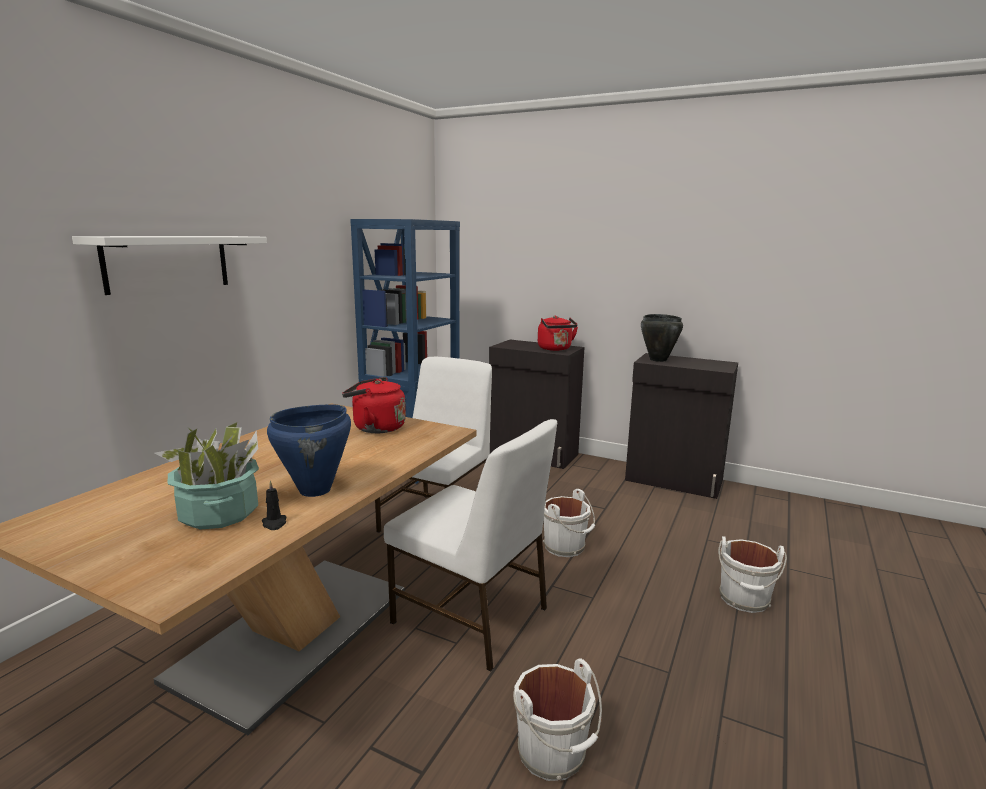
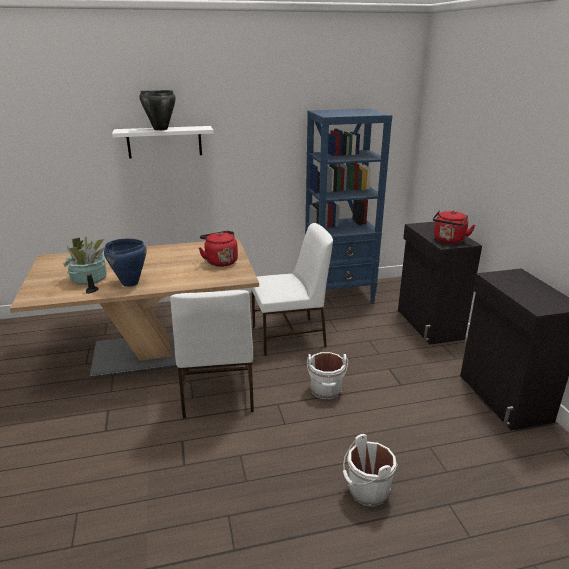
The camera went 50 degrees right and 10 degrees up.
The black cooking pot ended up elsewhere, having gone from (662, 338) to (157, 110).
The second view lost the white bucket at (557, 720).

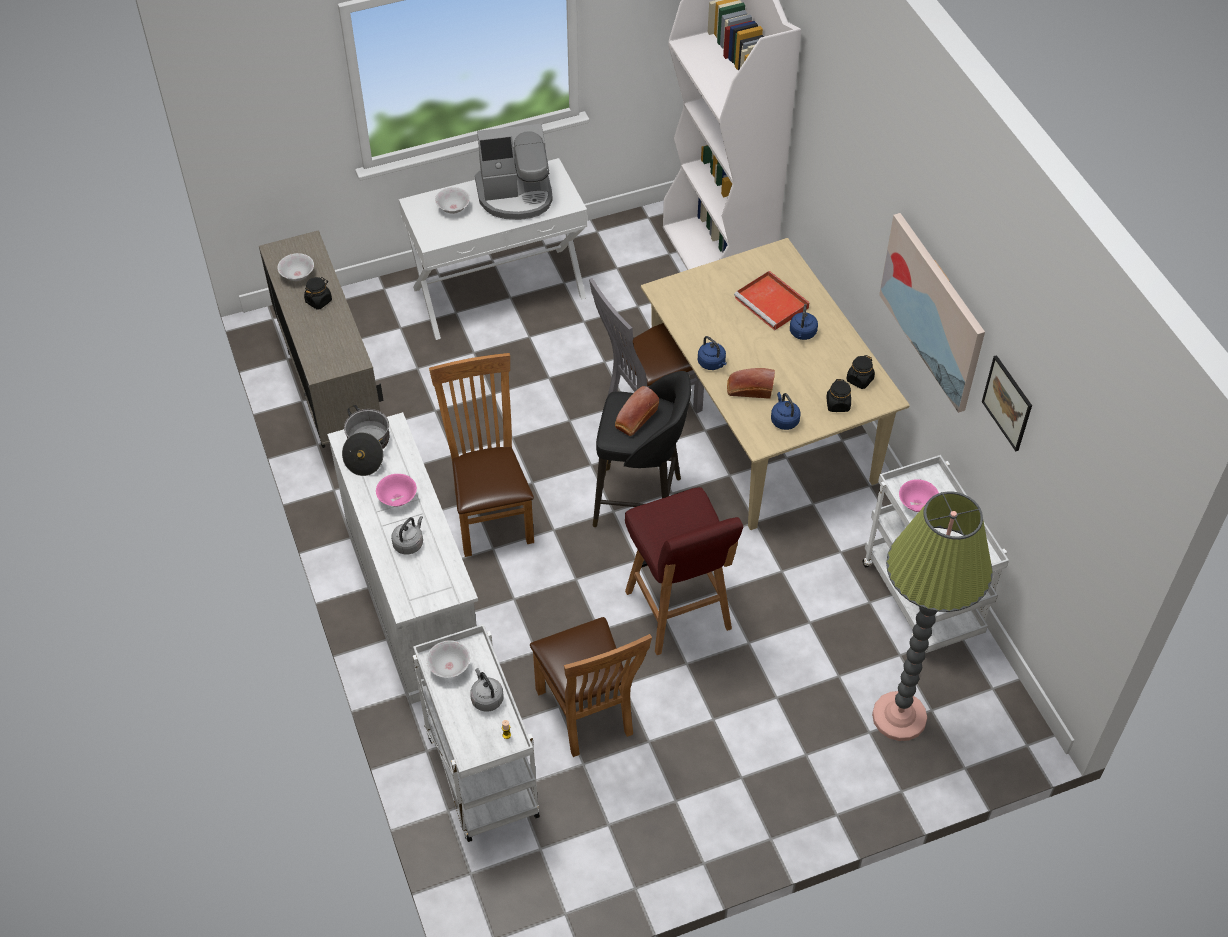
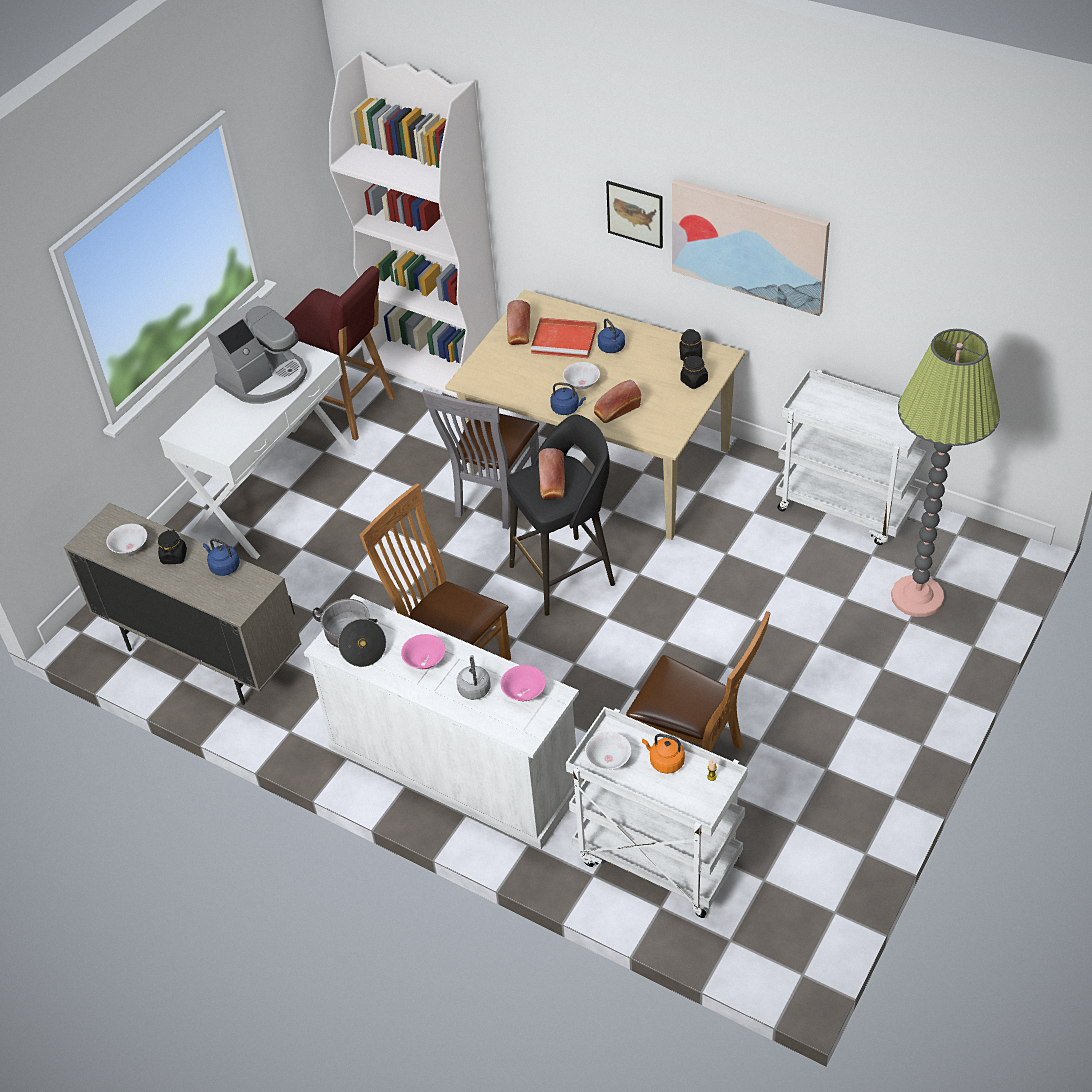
The camera went 35 degrees left and 5 degrees down.
The blue kettle ended up elsewhere, having gone from (785, 411) to (221, 557).
The red stool ended up elsewhere, having gone from (684, 571) to (340, 353).
The pink bowl ended up elsewhere, having gone from (919, 495) to (523, 683).
The second view gained the bread at (518, 322).
The white bowl ended up elsewhere, having gone from (452, 200) to (581, 376).
The picture ended up elsewhere, having gone from (1007, 403) to (634, 215).
What was the grey kettle at (487, 690) turned into the orange kettle at (663, 754).

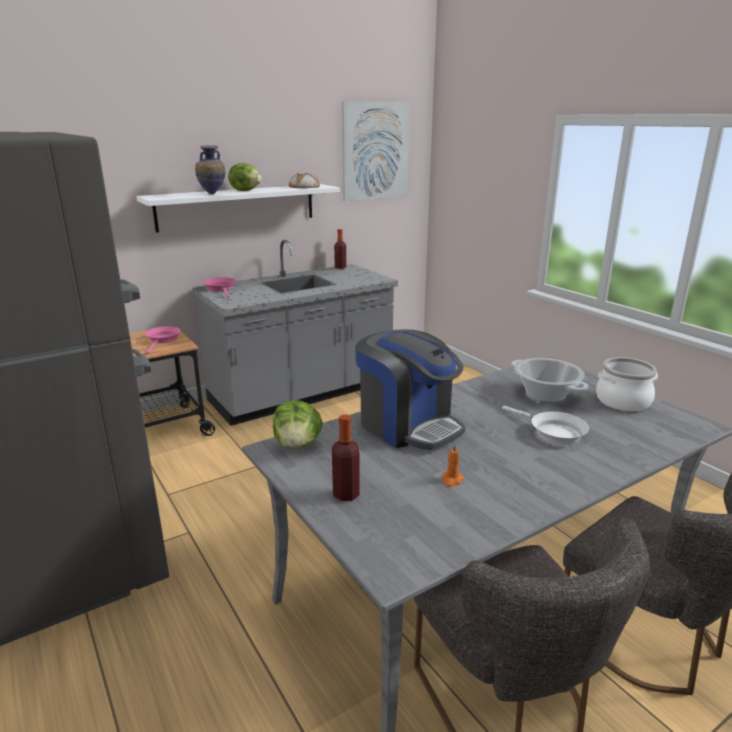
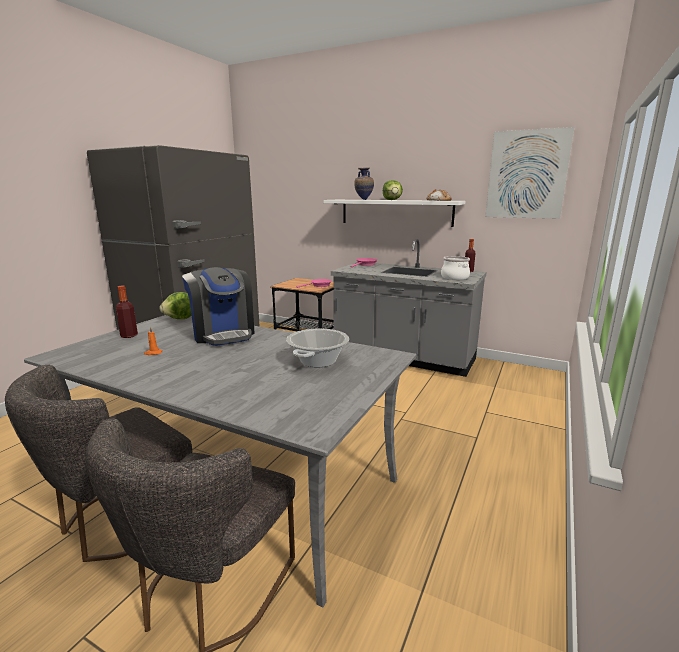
The camera went 60 degrees right and 5 degrees down.
The coffee machine at (410, 389) ended up facing another way, 45 degrees counterclockwise from before.
The cooking pot ended up elsewhere, having gone from (627, 384) to (455, 268).
The second view lost the white frying pan at (545, 425).

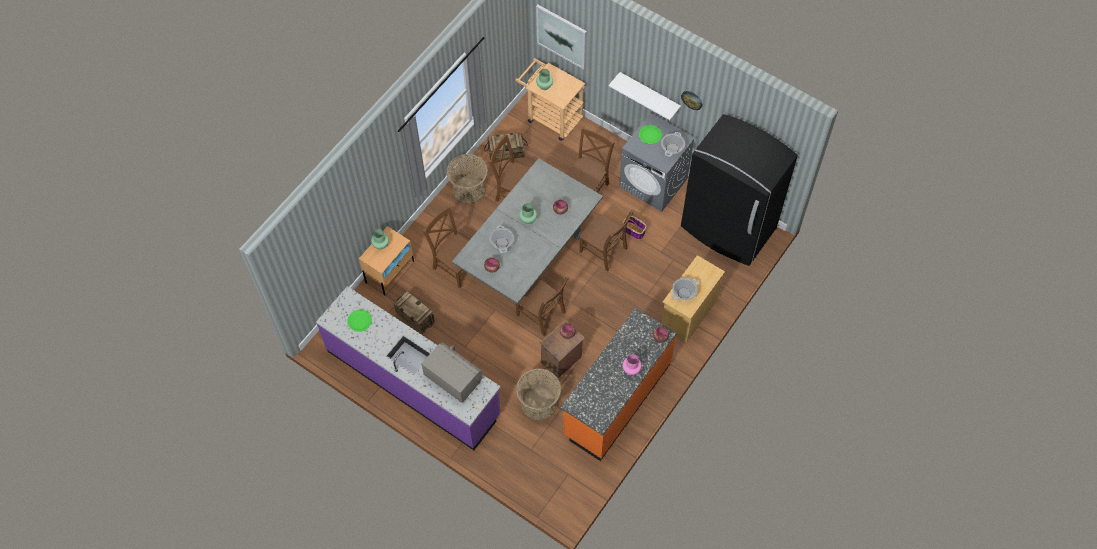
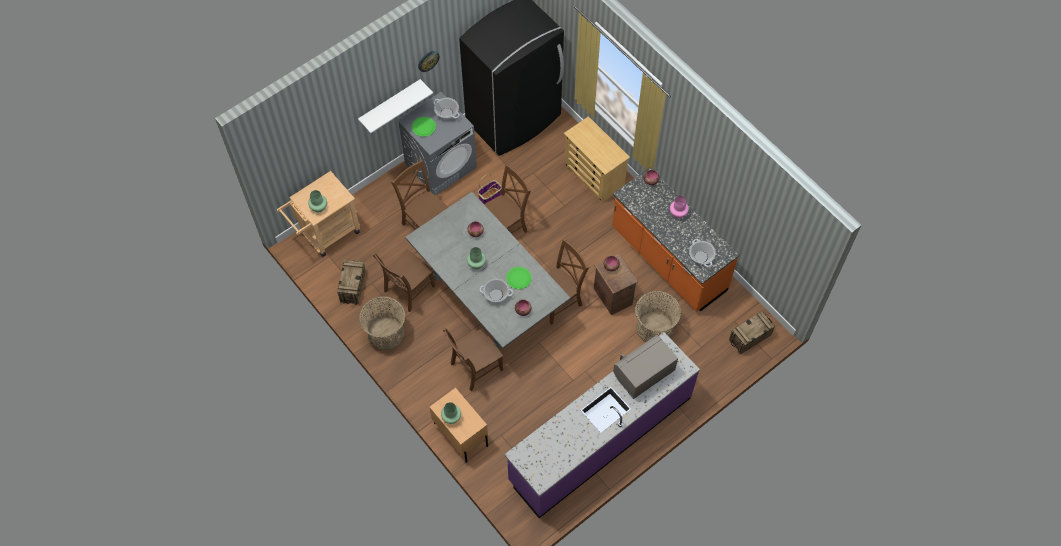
The camera went 75 degrees left and 0 degrees up.
The green plate ended up elsewhere, having gone from (359, 321) to (519, 278).
The cooking pot ended up elsewhere, having gone from (684, 289) to (702, 253).
The crate ended up elsewhere, having gone from (414, 312) to (752, 333).
The second view lost the picture at (561, 37).

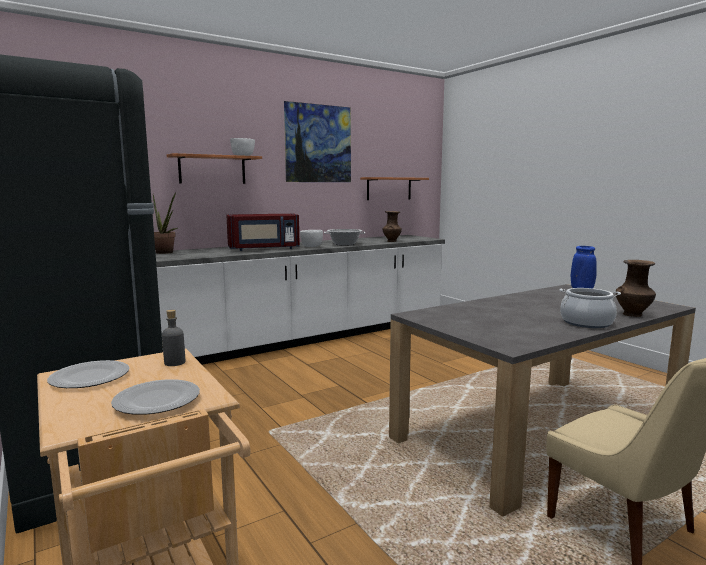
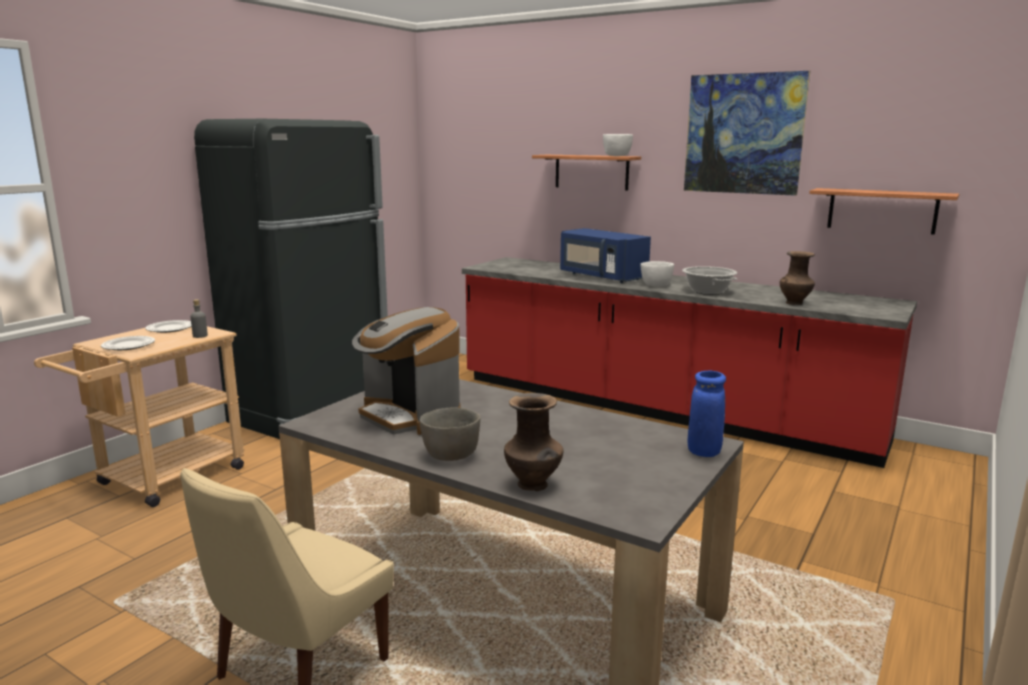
The camera went 65 degrees right and 5 degrees up.
The second view gained the coffee machine at (406, 371).
Where the cooking pot stood at (590, 308), the grey bowl came to stand at (450, 434).
What was the white counter at (300, 300) turned into the red counter at (689, 362).
What was the red microwave at (263, 232) turned into the blue microwave at (605, 255).
The second view lost the potted plant at (165, 223).

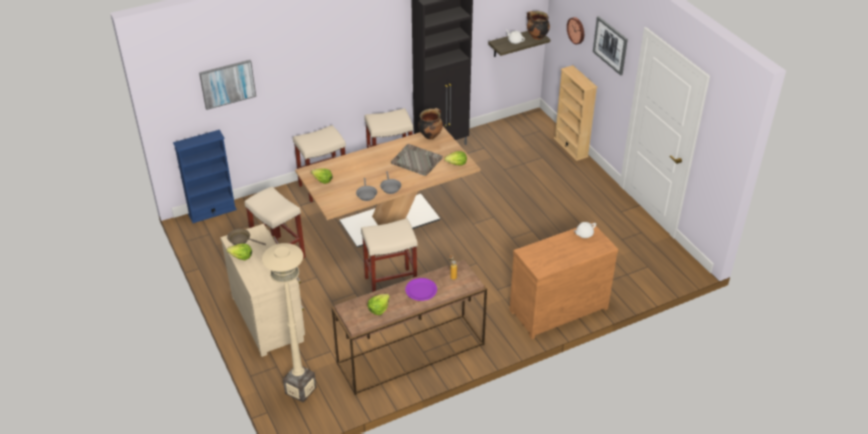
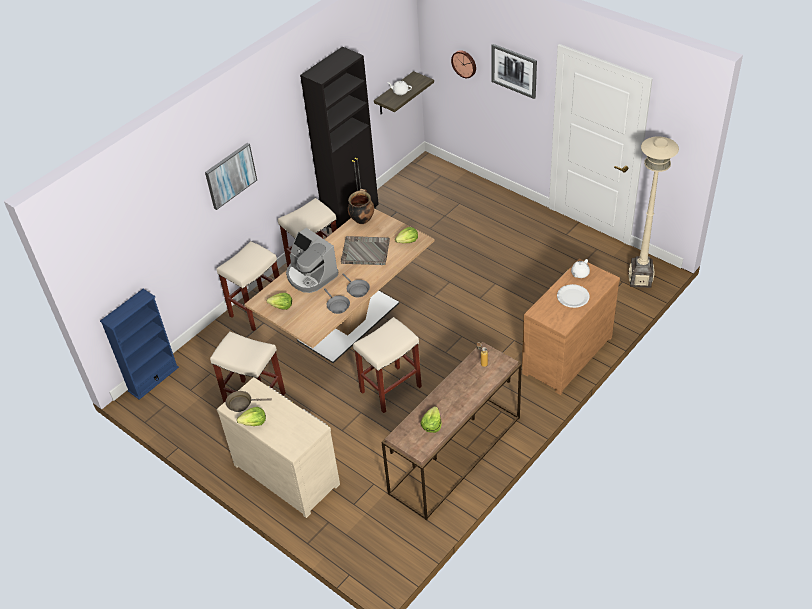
The camera went 20 degrees left and 5 degrees up.
The picture ended up elsewhere, having gone from (227, 85) to (231, 176).
The second view gained the coffee machine at (312, 260).
The second view gained the white plate at (573, 296).
The beige floor lamp ended up elsewhere, having gone from (289, 323) to (653, 212).
The second view lost the purple plate at (421, 289).
The second view lost the cooking pot at (538, 25).
The second view lost the beige bookcase at (575, 113).

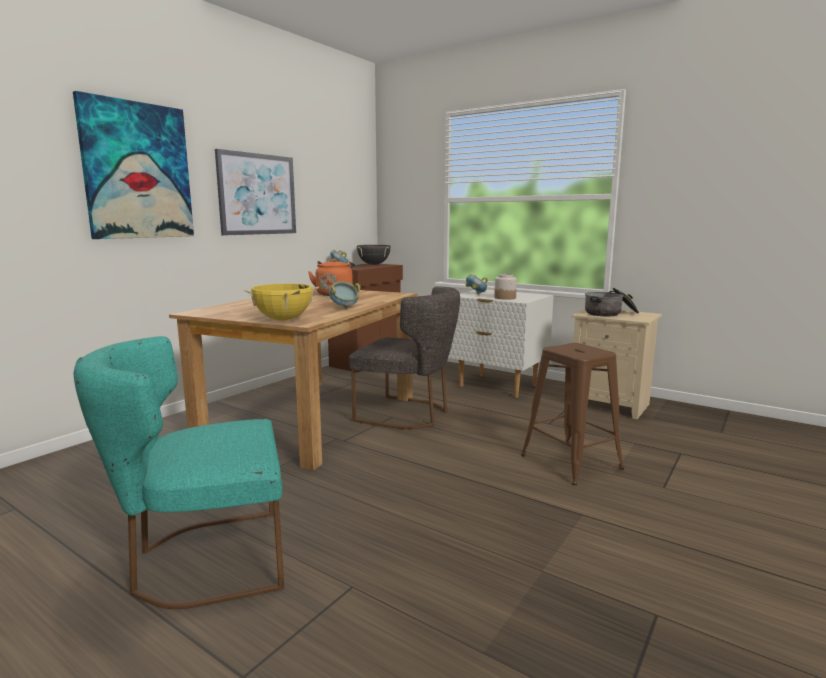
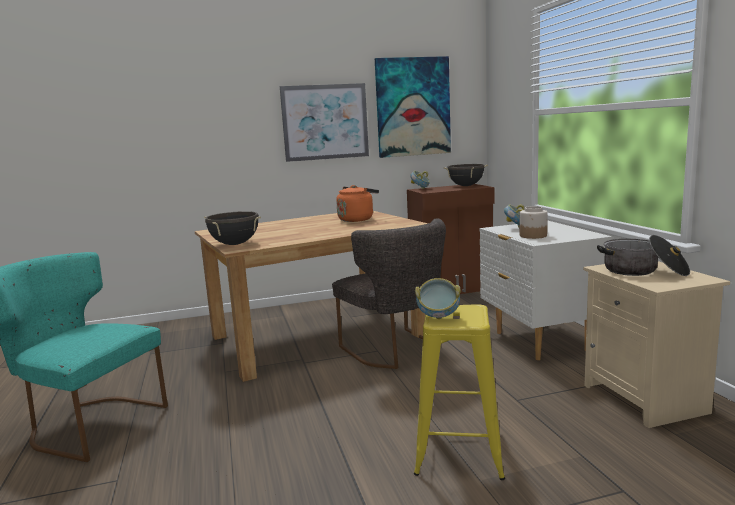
The camera went 40 degrees right and 0 degrees up.
What was the yellow cooking pot at (281, 302) turned into the black cooking pot at (232, 228).
The picture ended up elsewhere, having gone from (133, 165) to (413, 107).
What was the brown stool at (572, 414) turned into the yellow stool at (459, 392).
The bowl ended up elsewhere, having gone from (345, 294) to (438, 298).

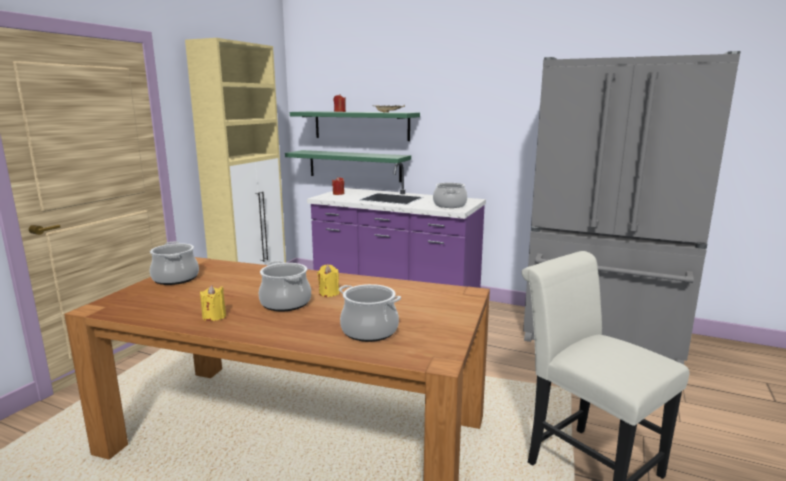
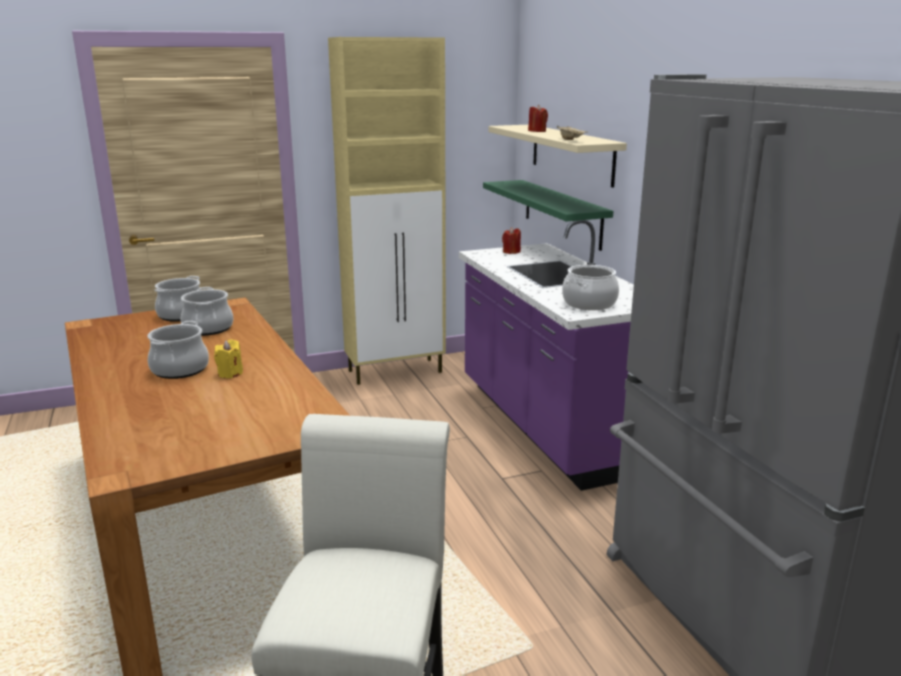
The camera went 45 degrees right and 5 degrees up.
The cooking pot ended up elsewhere, having gone from (370, 313) to (207, 311).
What was the green shelf at (355, 126) turned into the beige shelf at (558, 156).
The second view lost the yellow candle at (213, 303).

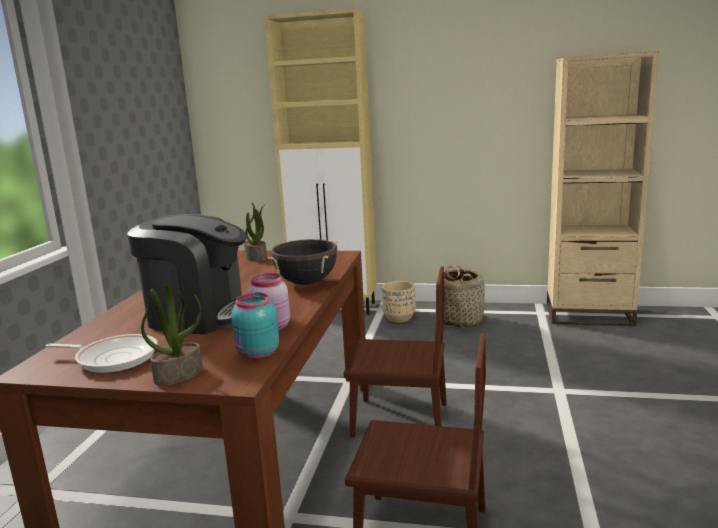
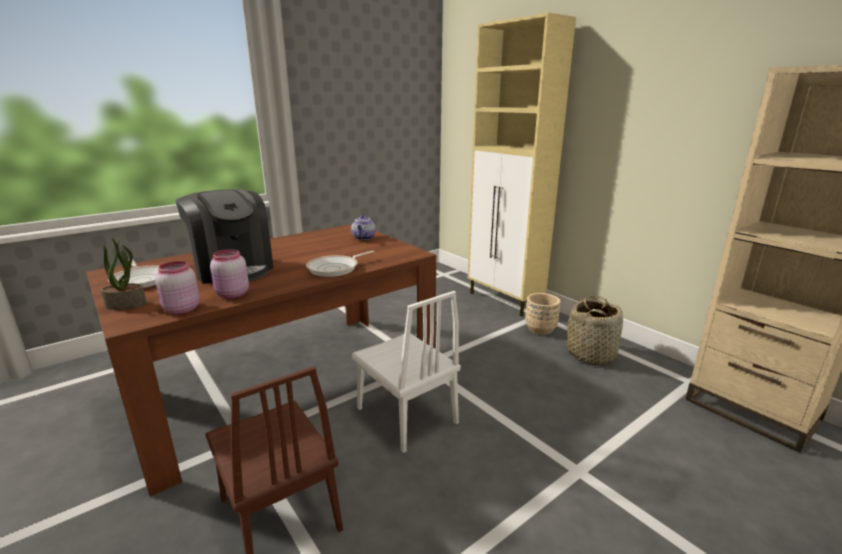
The camera went 40 degrees right and 5 degrees up.
What was the turquoise jar at (255, 326) turned into the pink jar at (177, 287).
Where the black cooking pot stood at (302, 262), the frying pan came to stand at (340, 264).
Where the potted plant stood at (255, 232), the teapot came to stand at (363, 227).
What was the brown chair at (395, 352) turned into the white chair at (406, 372).

